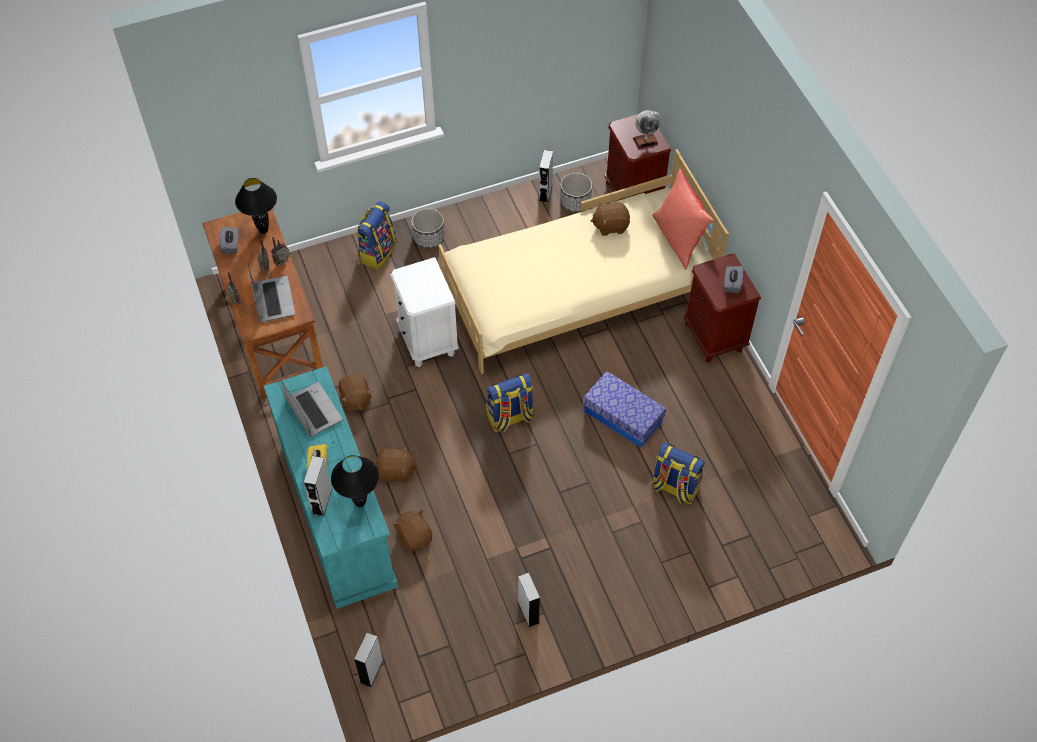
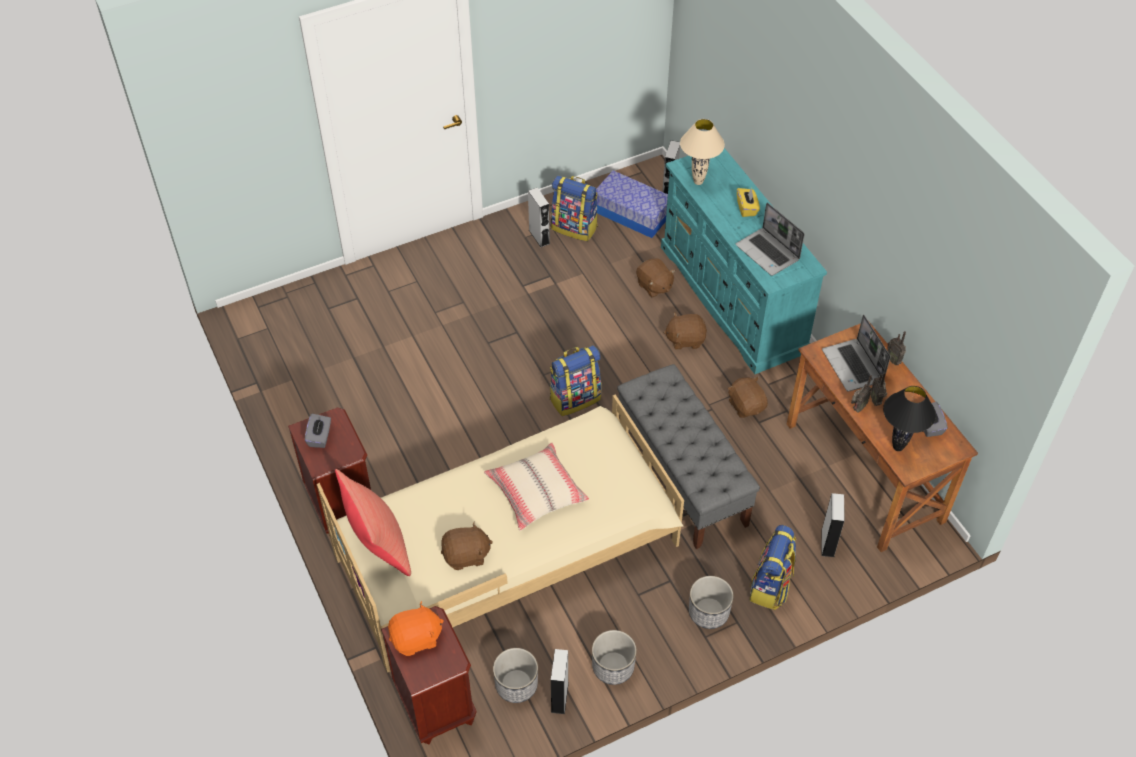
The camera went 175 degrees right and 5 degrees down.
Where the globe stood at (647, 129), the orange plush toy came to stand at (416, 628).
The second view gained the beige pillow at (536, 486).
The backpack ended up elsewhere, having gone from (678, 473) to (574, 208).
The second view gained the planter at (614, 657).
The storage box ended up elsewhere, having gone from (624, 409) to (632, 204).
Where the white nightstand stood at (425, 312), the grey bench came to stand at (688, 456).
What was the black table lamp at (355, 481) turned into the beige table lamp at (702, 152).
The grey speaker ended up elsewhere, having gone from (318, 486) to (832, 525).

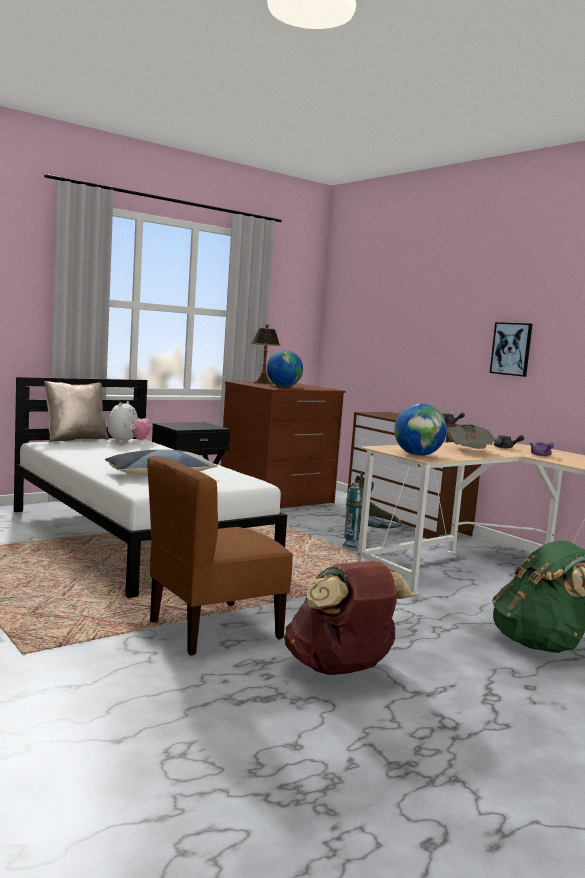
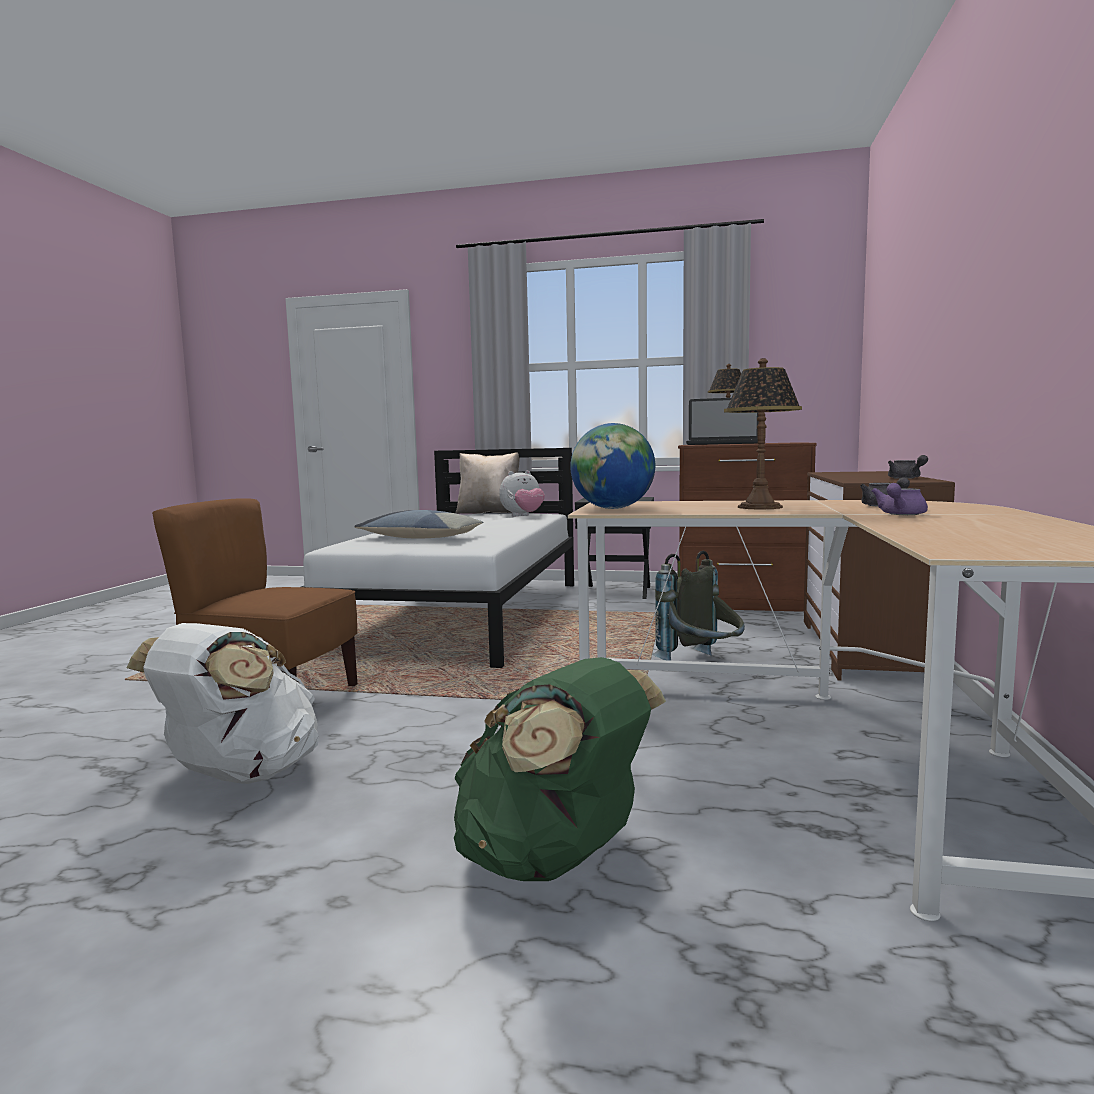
The camera went 50 degrees right and 0 degrees up.
What was the brown backpack at (349, 618) turned into the white backpack at (223, 703).
Where the globe stood at (285, 368), the laptop came to stand at (722, 421).
Where the newspaper stood at (471, 436), the table lamp came to stand at (763, 433).
The second view lost the picture at (511, 349).

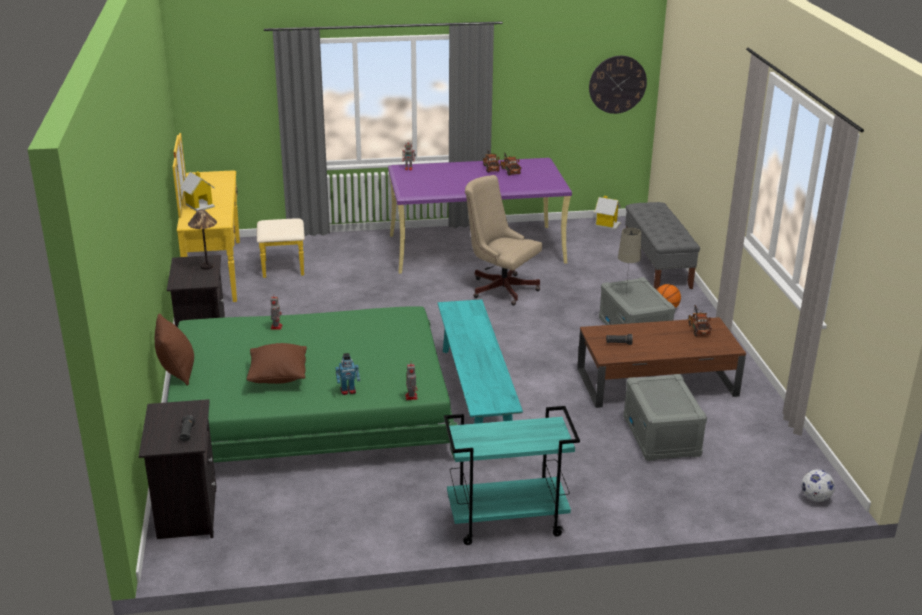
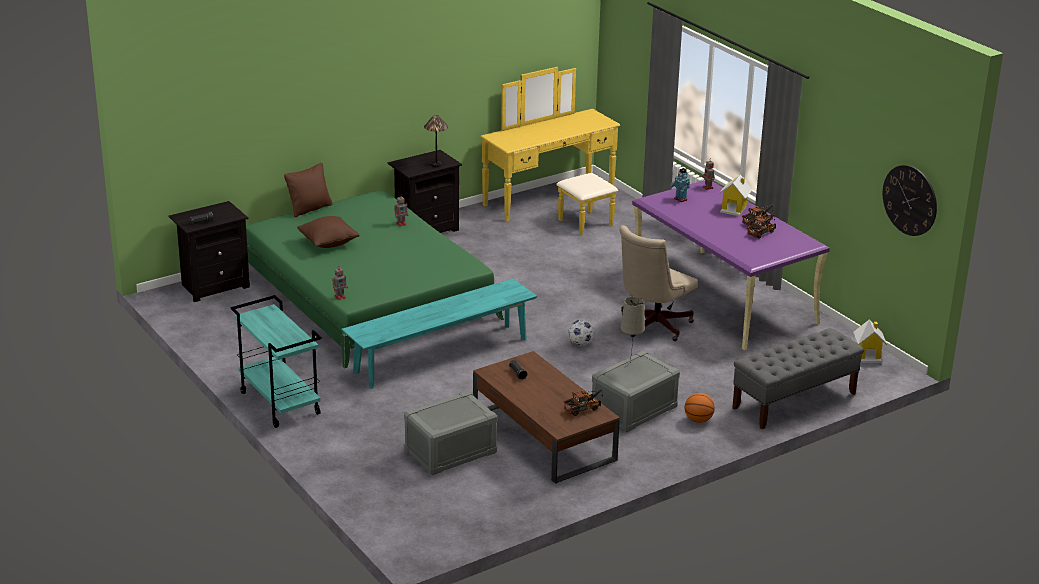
The camera went 65 degrees right and 0 degrees up.
The football ended up elsewhere, having gone from (818, 485) to (581, 332).
The beige office chair at (504, 240) ended up facing another way, 150 degrees counterclockwise from before.
The toy robot ended up elsewhere, having gone from (348, 374) to (680, 185).
The toy house ended up elsewhere, having gone from (197, 191) to (735, 195).

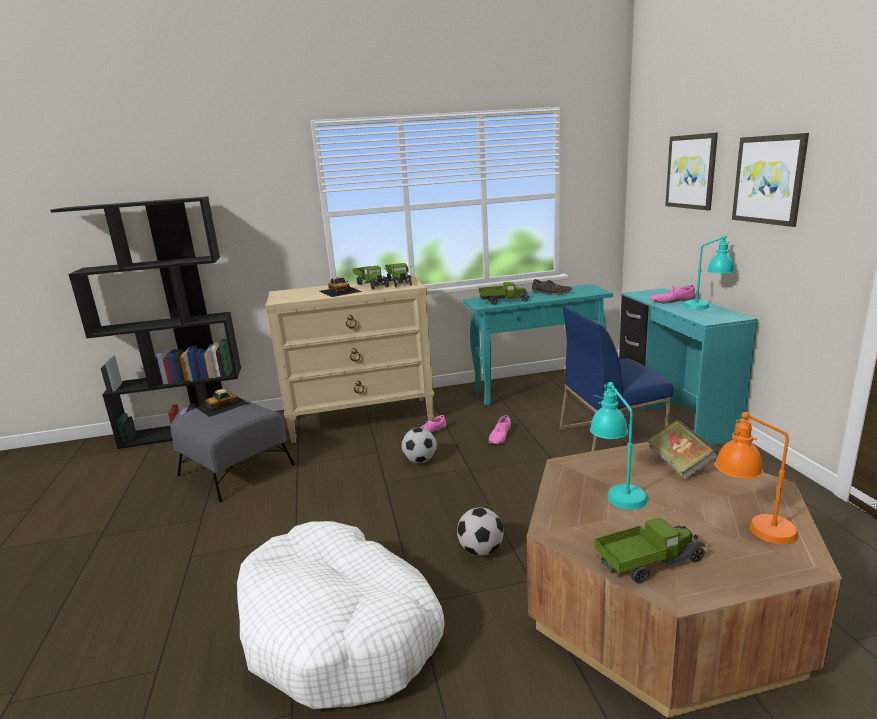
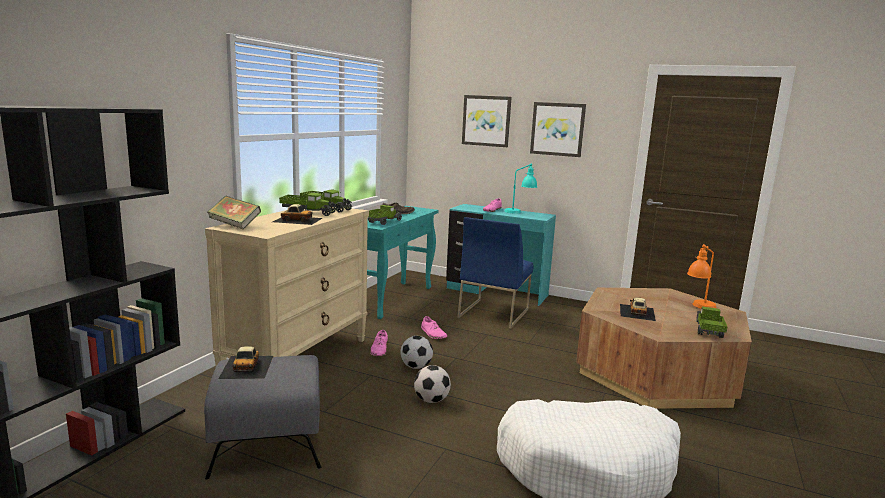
The camera went 55 degrees left and 5 degrees down.
The book ended up elsewhere, having gone from (682, 450) to (234, 213).
The football ended up elsewhere, having gone from (480, 531) to (432, 384).
Where the turquoise table lamp stood at (619, 446), the toy car came to stand at (638, 309).

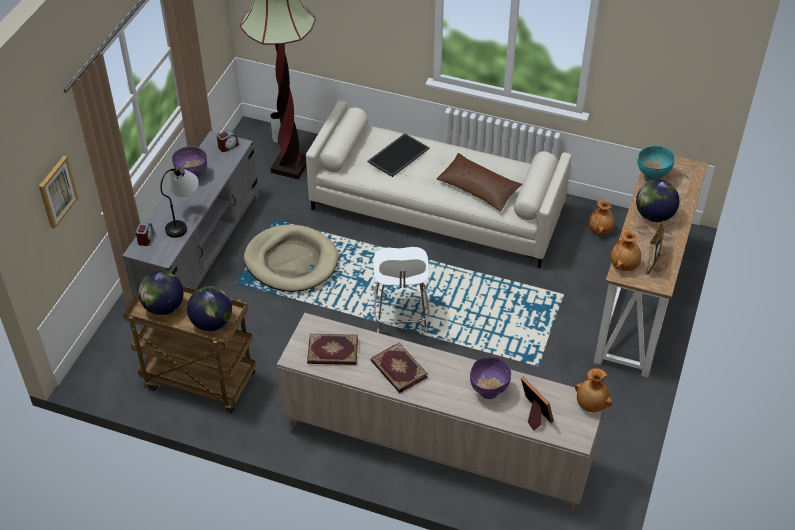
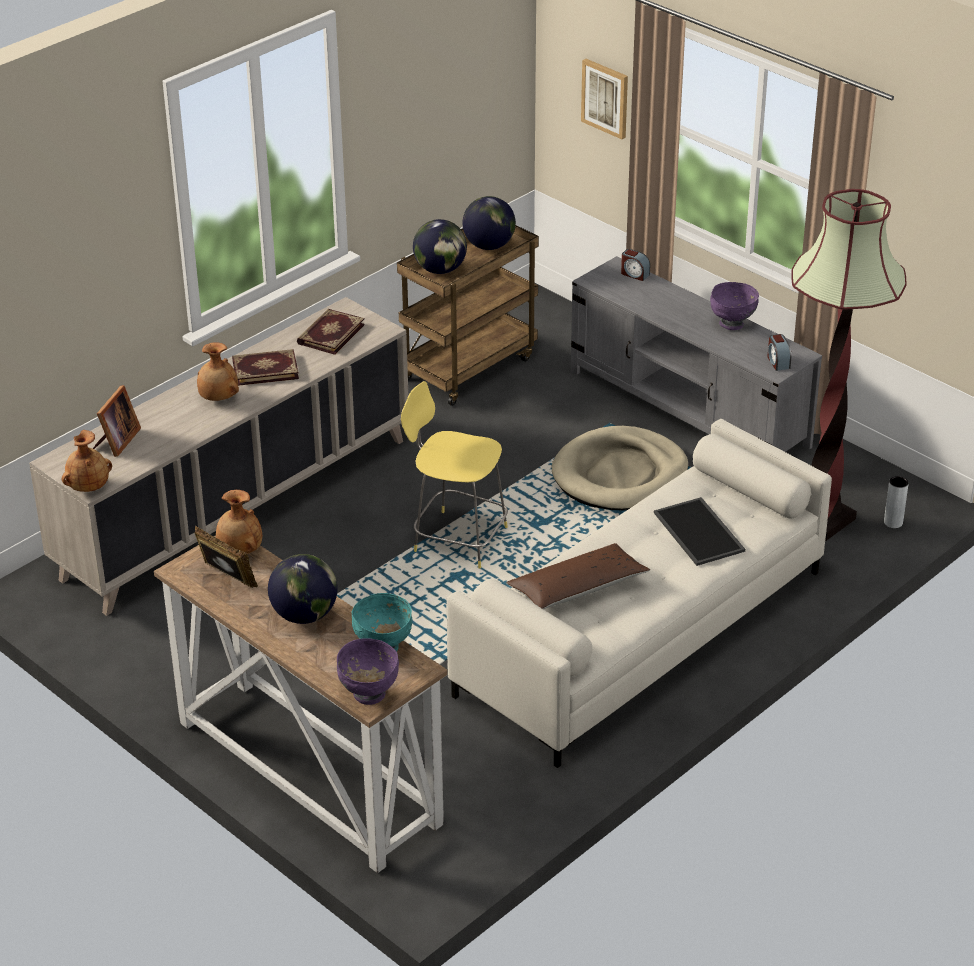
The camera went 115 degrees right and 10 degrees down.
The picture frame at (537, 403) ended up facing another way, 60 degrees counterclockwise from before.
The brown vase ended up elsewhere, having gone from (602, 216) to (218, 371).
The purple bowl ended up elsewhere, having gone from (490, 378) to (368, 671).
What was the white stool at (401, 290) turned into the yellow stool at (454, 475).
The second view lost the table lamp at (179, 202).

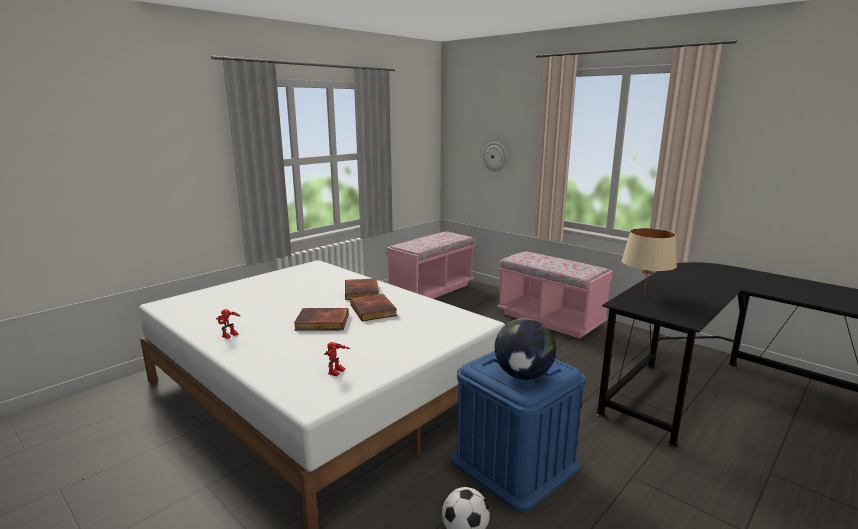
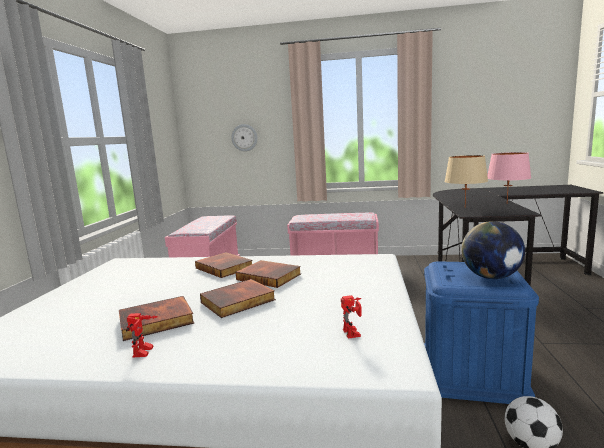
The camera went 35 degrees left and 5 degrees down.
The second view gained the book at (156, 318).
The second view gained the pink table lamp at (509, 177).

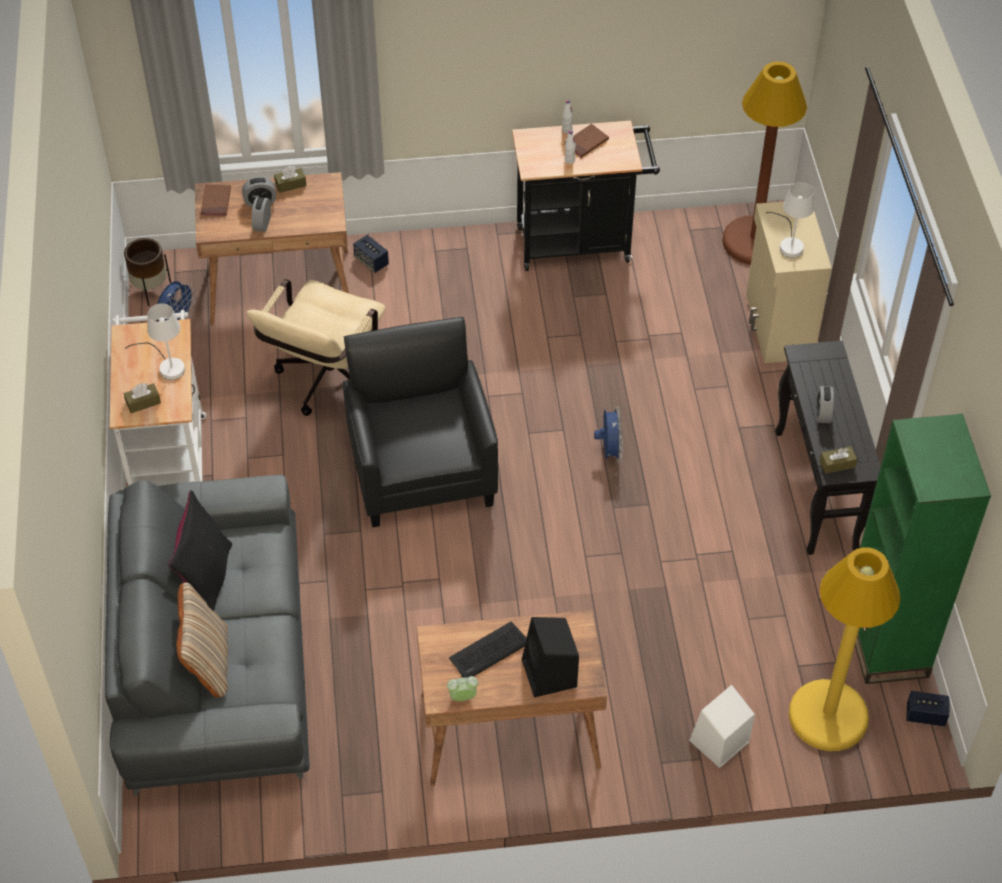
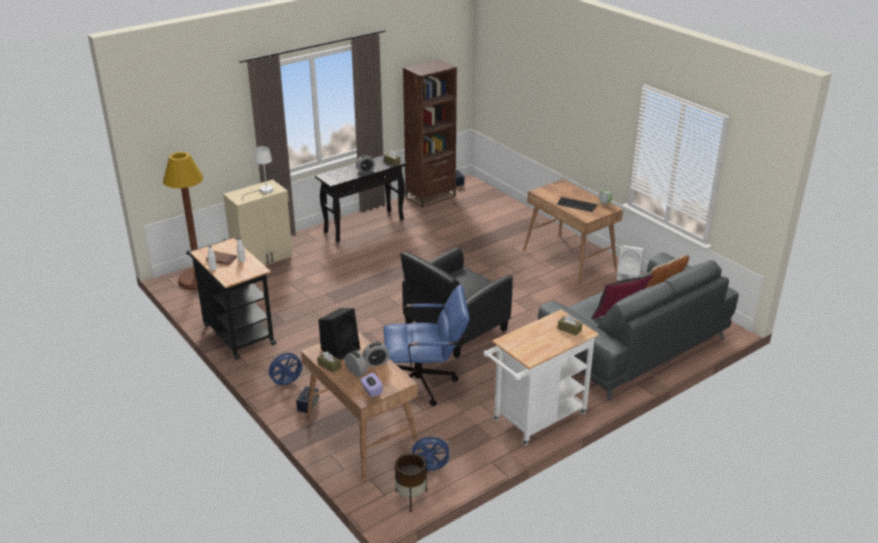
The camera went 120 degrees left and 20 degrees down.
The blue fan ended up elsewhere, having gone from (608, 434) to (284, 368).
The black speaker ended up elsewhere, having gone from (550, 657) to (339, 334).
Where the brown book stood at (216, 200), the purple tissue box came to stand at (371, 385).
What was the beige office chair at (316, 347) turned into the blue office chair at (426, 345).
What was the green bookcase at (923, 549) turned into the brown bookcase at (430, 133).
The white speaker ended up elsewhere, having gone from (722, 726) to (630, 262).
The second view lost the white table lamp at (155, 341).
The second view lost the yellow floor lamp at (845, 649).

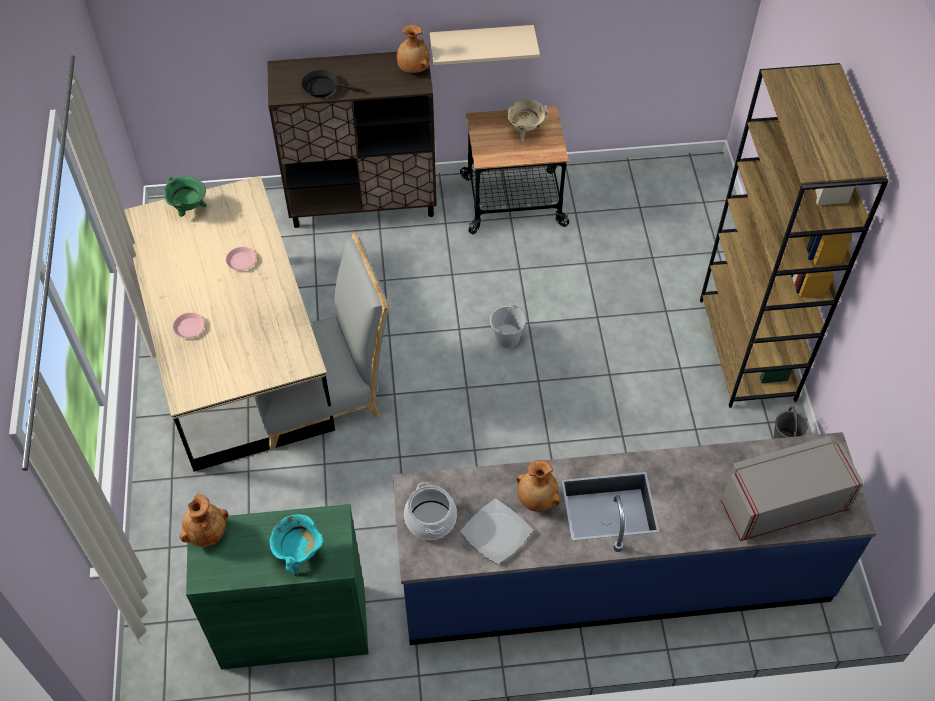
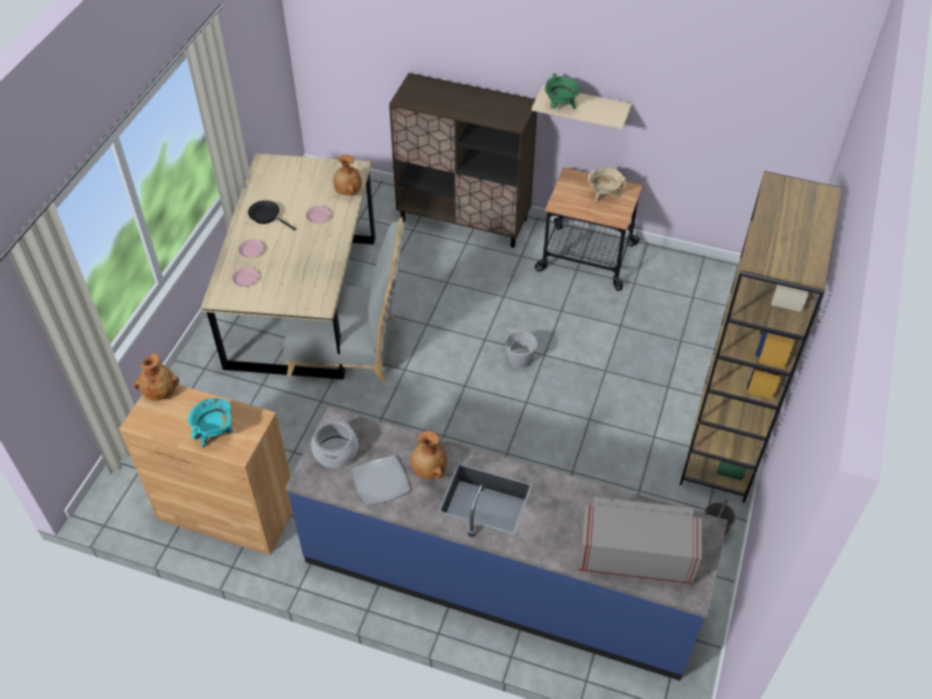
The camera went 25 degrees right and 5 degrees down.
What was the green cabinet at (277, 587) turned into the brown cabinet at (206, 470).
The second view gained the pink plate at (245, 277).
The black frying pan ended up elsewhere, having gone from (334, 84) to (272, 215).
The brown vase ended up elsewhere, having gone from (413, 49) to (347, 174).
The green cooking pot ended up elsewhere, having gone from (185, 196) to (563, 91).

